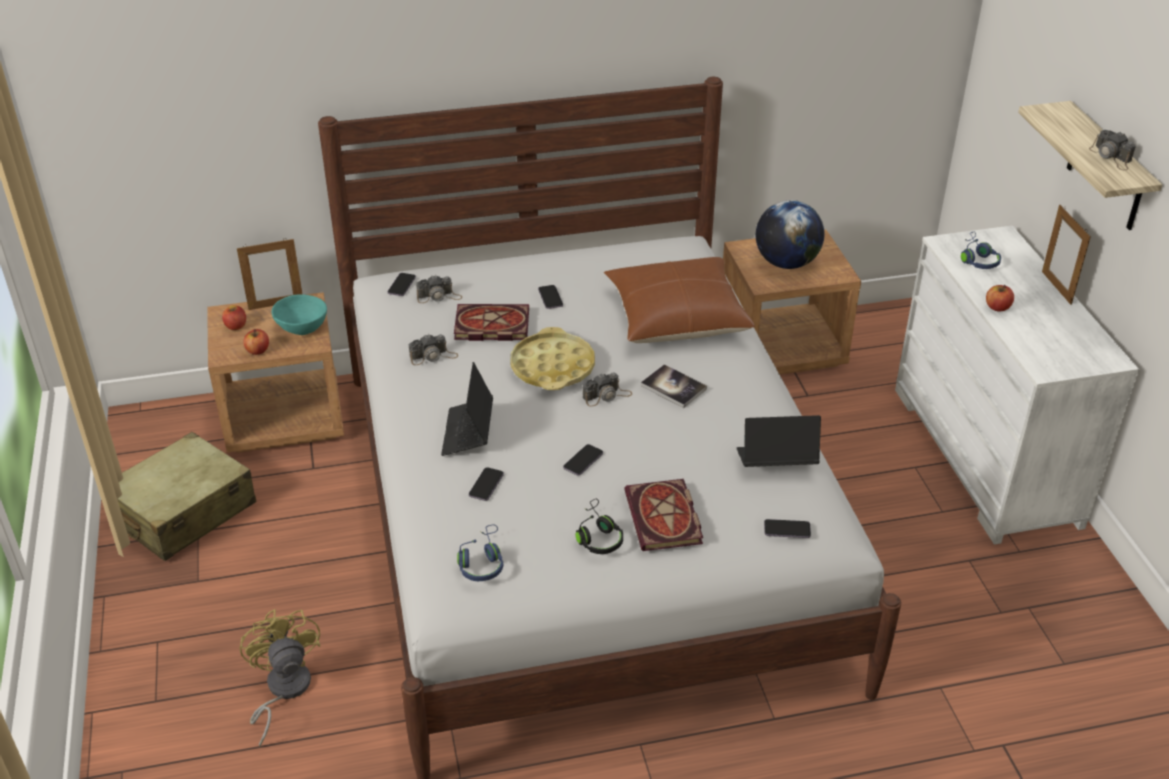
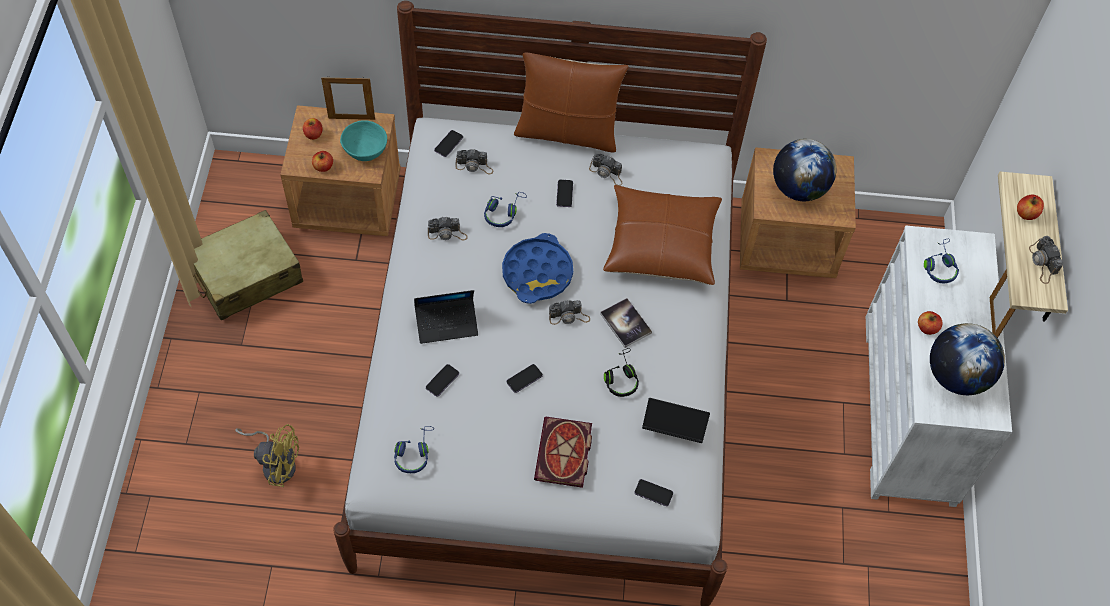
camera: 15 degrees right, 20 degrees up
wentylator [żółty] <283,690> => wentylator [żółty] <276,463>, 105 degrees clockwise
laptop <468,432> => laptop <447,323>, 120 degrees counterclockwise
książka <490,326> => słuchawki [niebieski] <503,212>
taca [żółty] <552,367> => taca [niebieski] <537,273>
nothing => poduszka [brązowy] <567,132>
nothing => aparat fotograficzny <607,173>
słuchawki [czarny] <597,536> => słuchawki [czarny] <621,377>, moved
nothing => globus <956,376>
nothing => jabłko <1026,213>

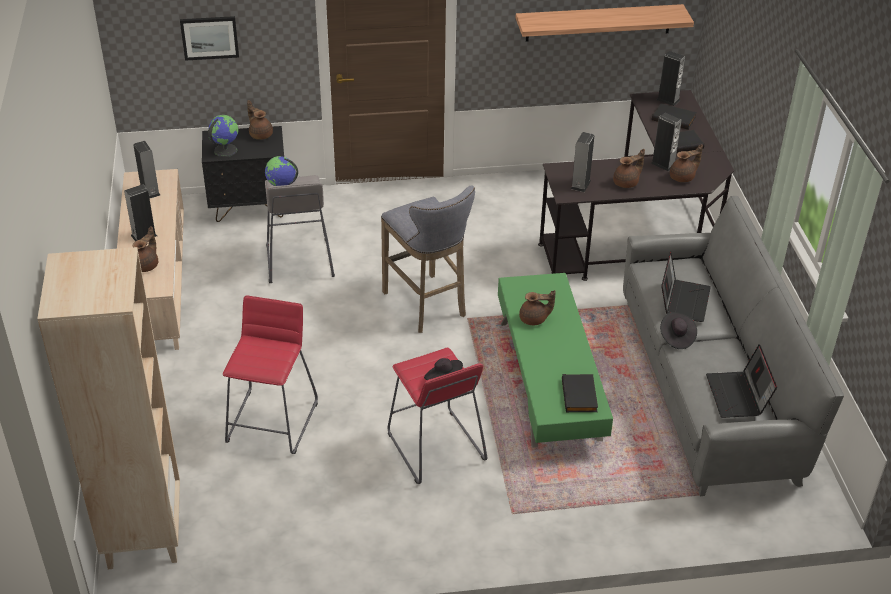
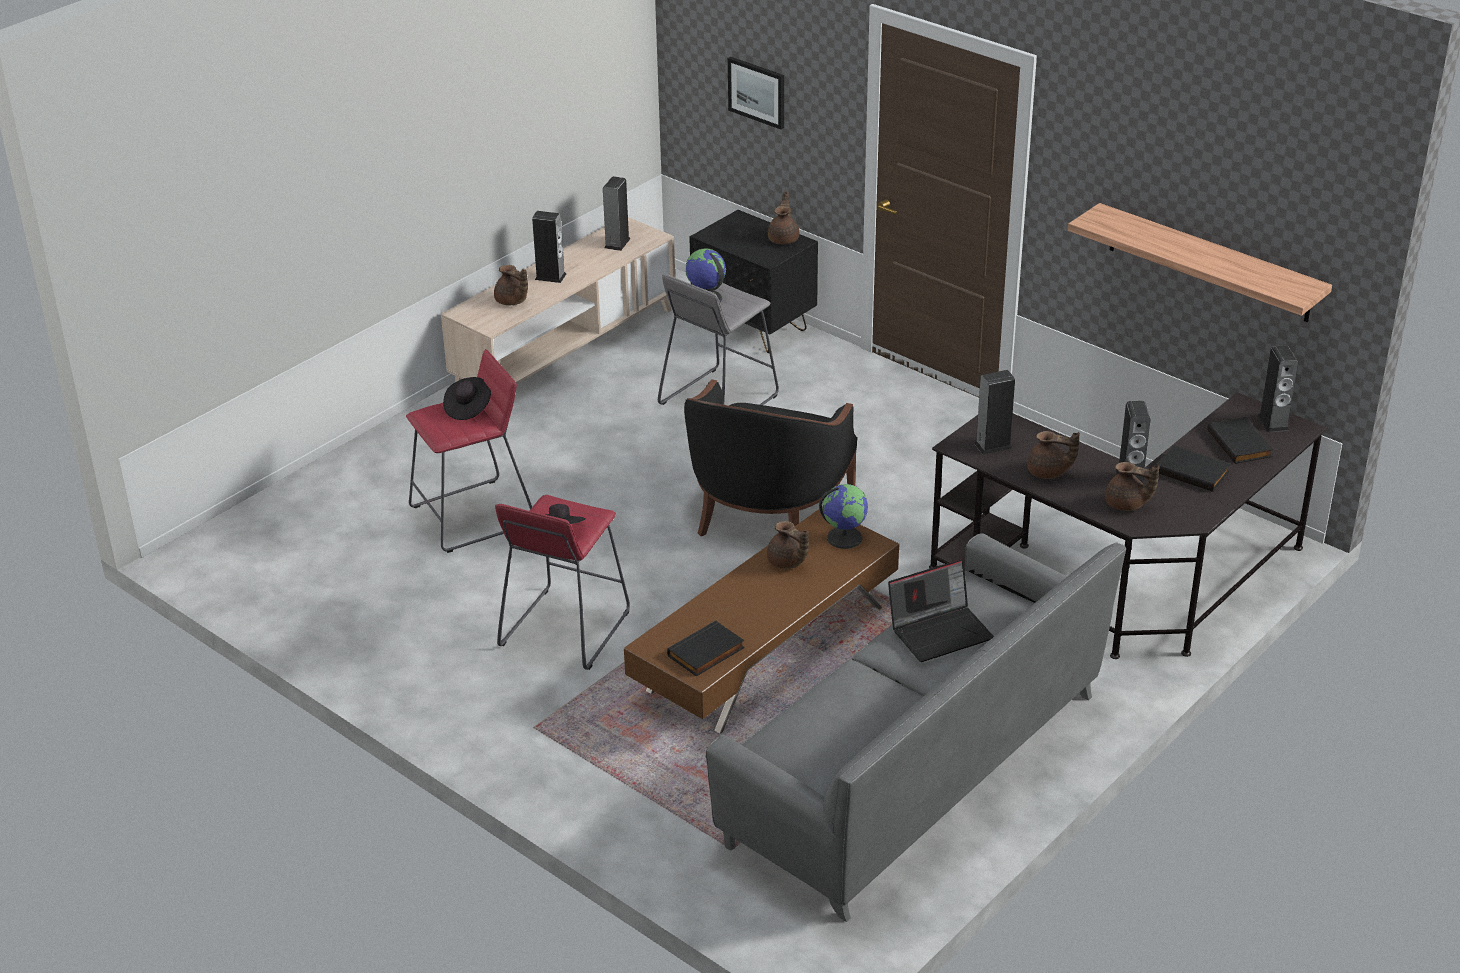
camera: 50 degrees right, 5 degrees down
kapelusz [czarny] <676,337> => kapelusz [czarny] <468,408>, moved
imbryk [brązowy] <146,265> => imbryk [brązowy] <512,301>, 60 degrees clockwise
ława [zielony] <550,380> => ława [brązowy] <766,650>
stołek [szary] <427,306> => fotel [czarny] <766,511>
globus <225,150> => globus <844,537>, moved
regał [beżowy] <143,533> => nothing
laptop <738,396> => nothing

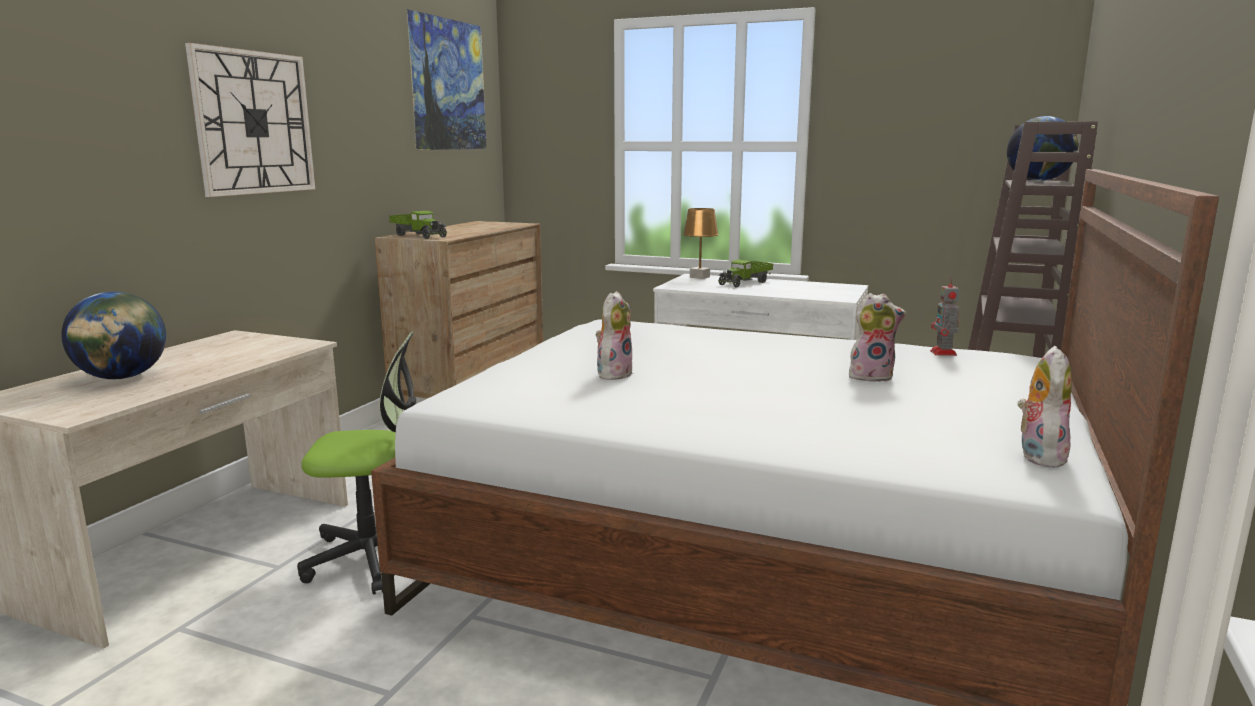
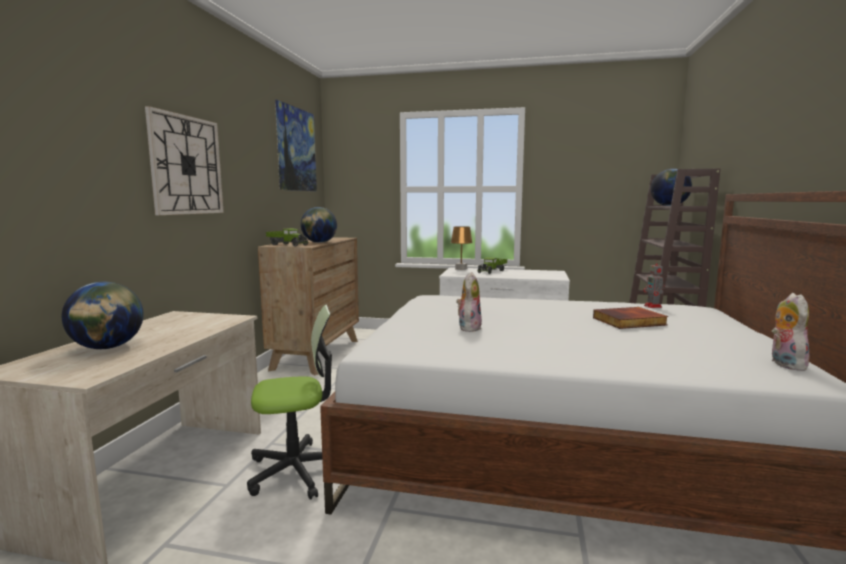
camera: 10 degrees left, 5 degrees down
nothing => globus <319,242>
pluszak <871,376> => książka <629,321>

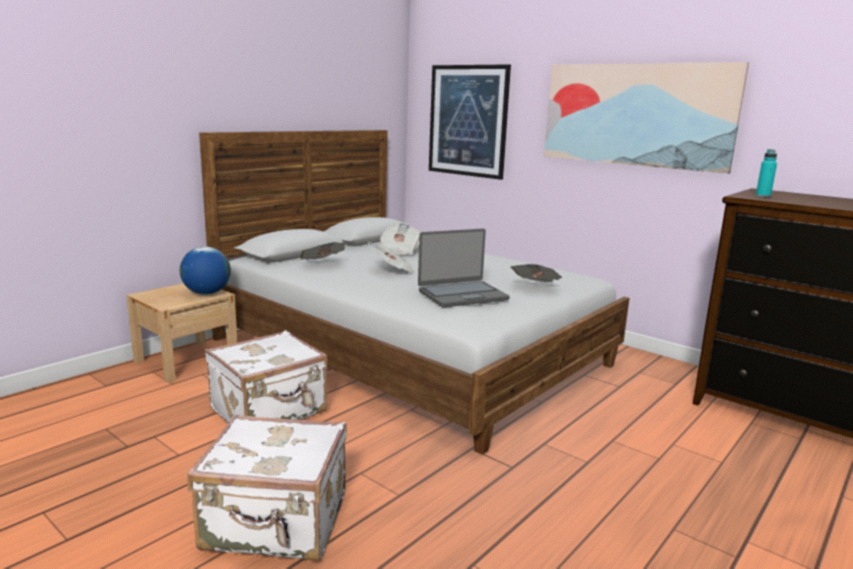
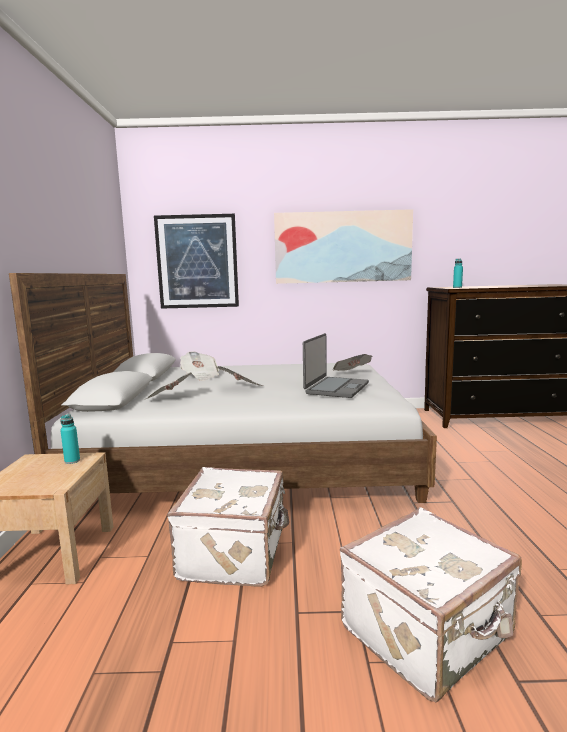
camera: 40 degrees left, 5 degrees down
globus <206,293> => butelka [turkusowy] <72,461>

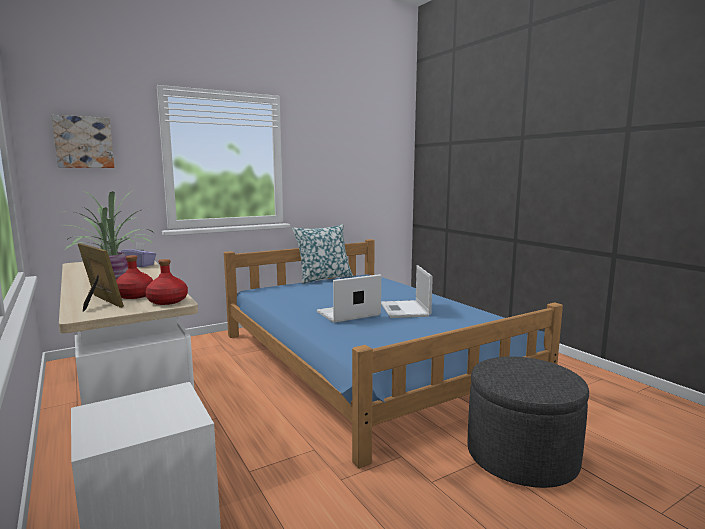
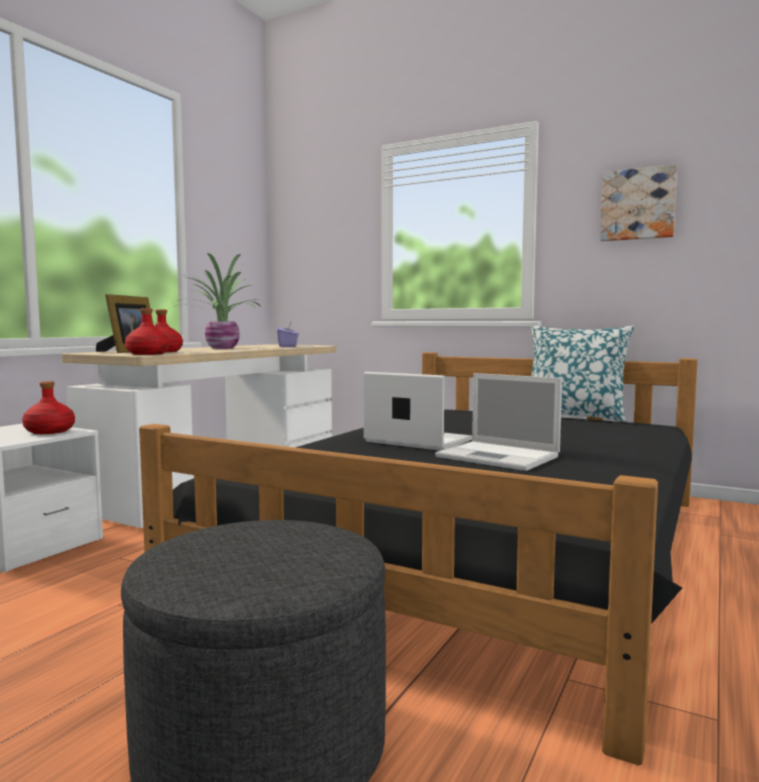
camera: 60 degrees right, 5 degrees down
nothing => butelka [czerwony] <50,431>
łóżko [niebieski] <368,361> => łóżko [czarny] <479,545>
laptop <405,310> => laptop <500,457>, 105 degrees counterclockwise
obraz <84,142> => obraz <638,204>, moved

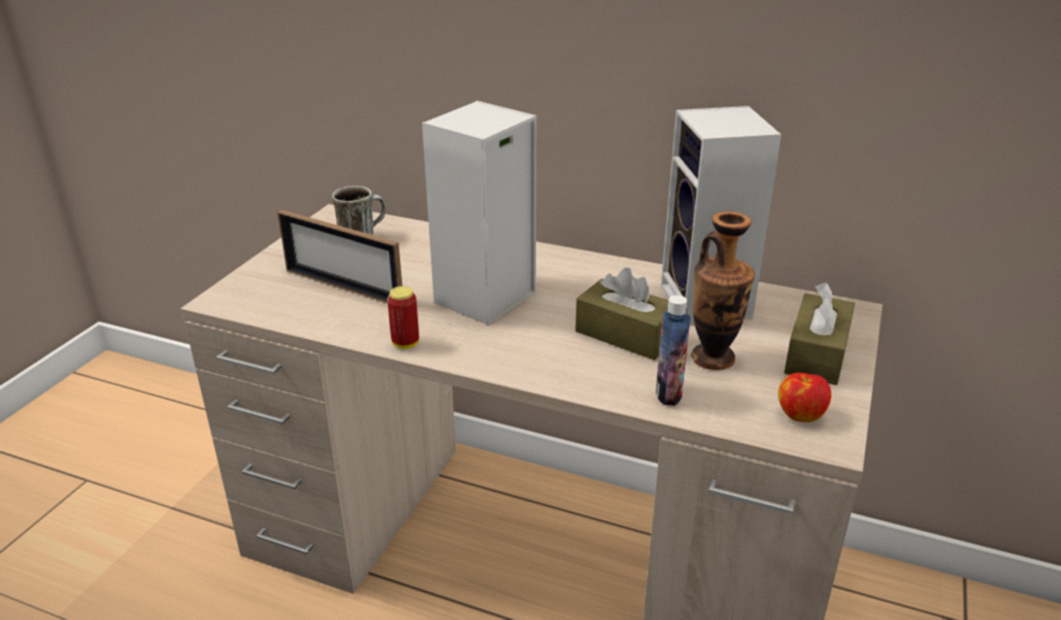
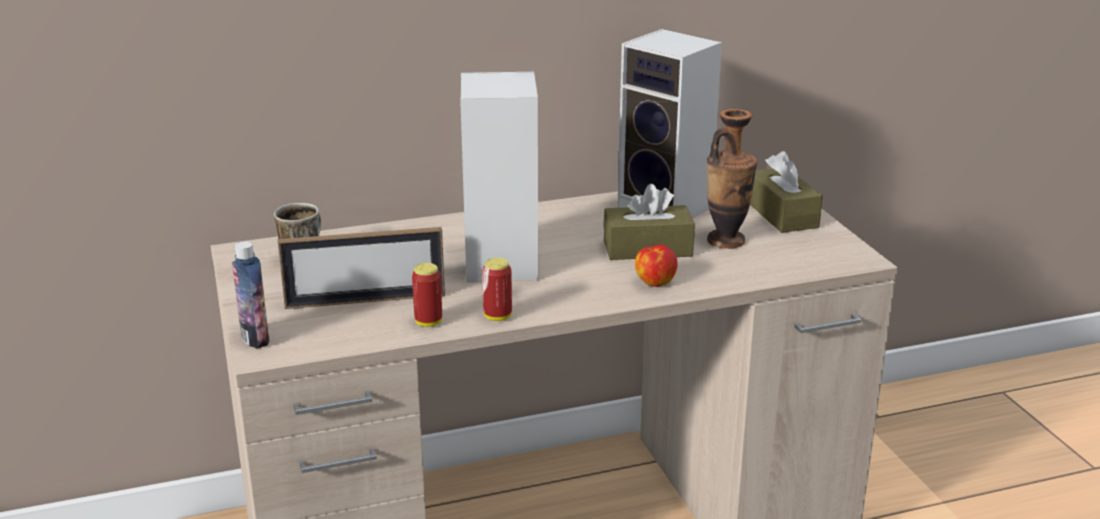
camera: 40 degrees left, 5 degrees down
butelka <668,393> => butelka <255,339>, moved
nothing => puszka <428,322>
jabłko <800,414> => jabłko <654,282>, moved

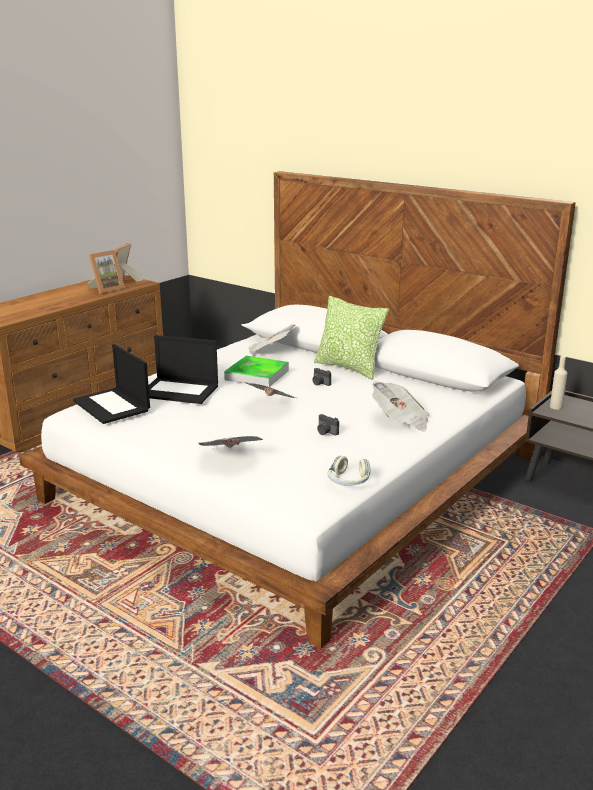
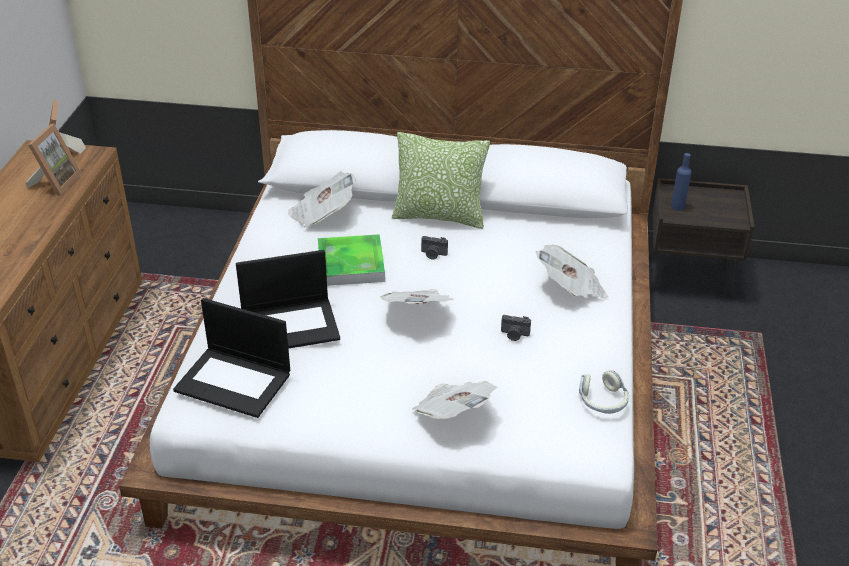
camera: 30 degrees left, 15 degrees up
butelka [beżowy] <556,407> => butelka [niebieski] <677,206>

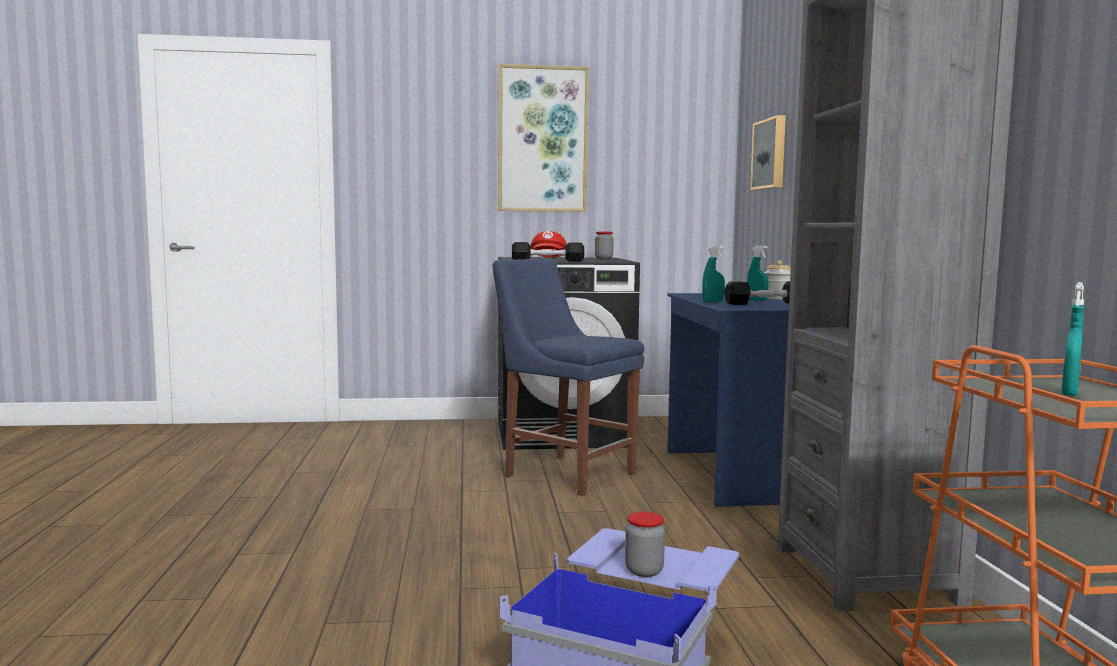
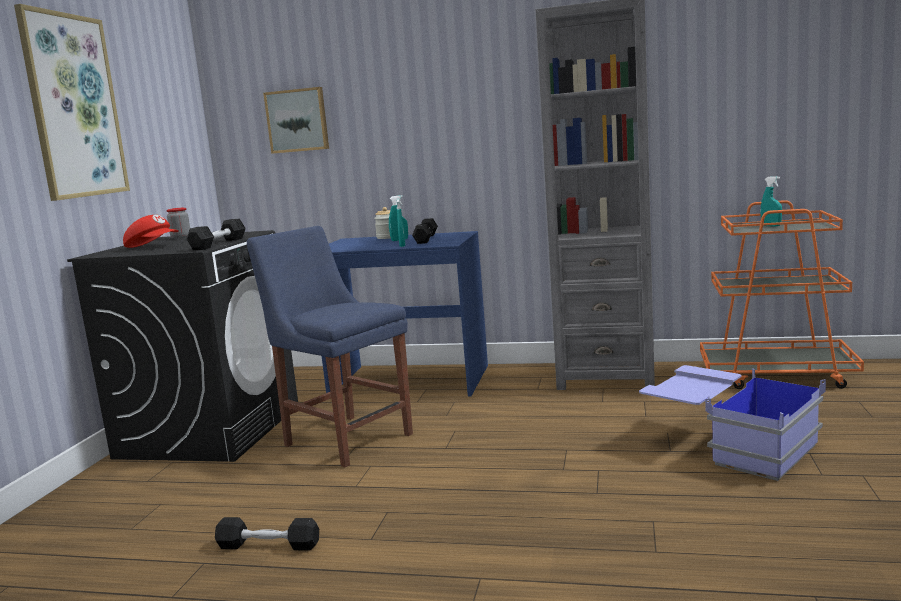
camera: 70 degrees left, 5 degrees up
nothing => hantel [czarny] <268,545>
krzesło [niebieski] <565,473> => krzesło [niebieski] <344,438>, 75 degrees clockwise
słoik <644,571> => nothing

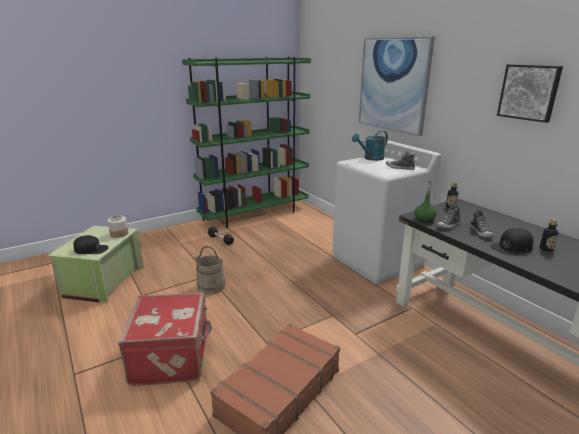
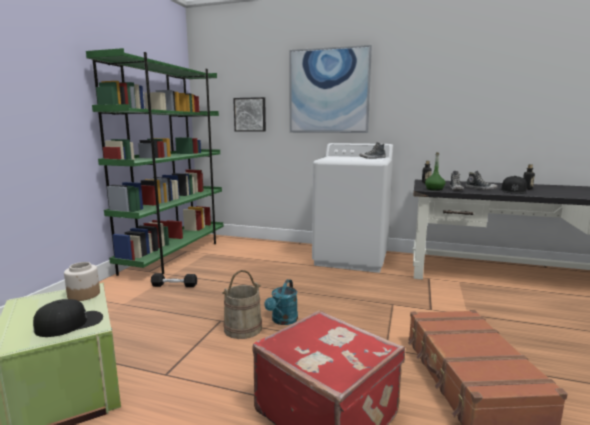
camera: 40 degrees left, 10 degrees down
obraz <529,92> => obraz <250,114>, moved
konewka [turkusowy] <371,158> => konewka [turkusowy] <283,321>, moved

